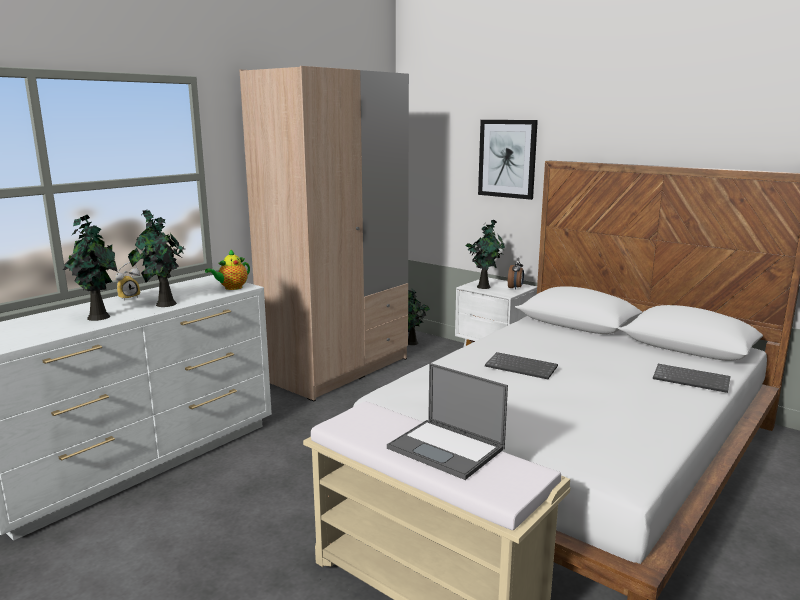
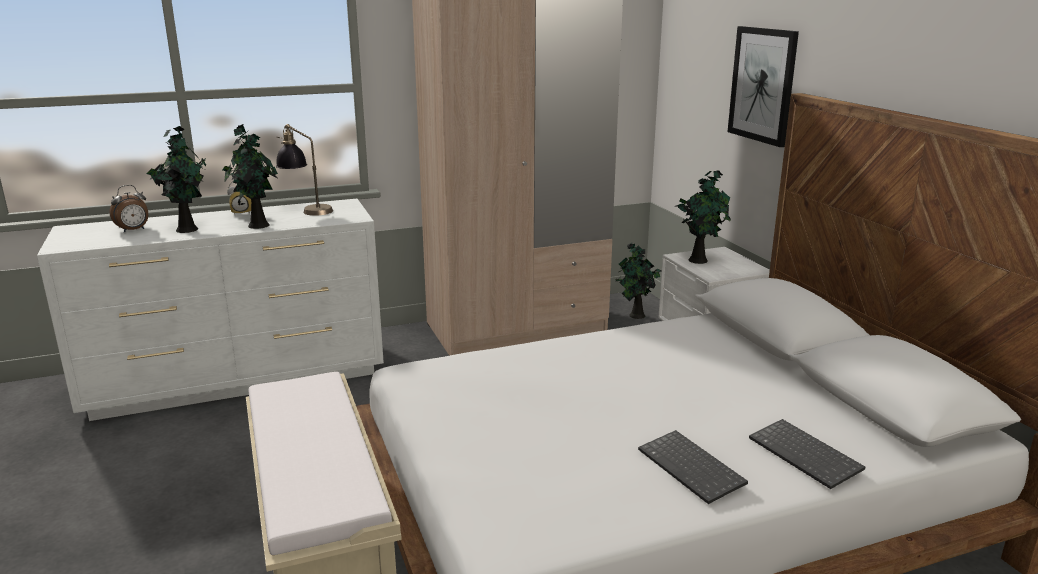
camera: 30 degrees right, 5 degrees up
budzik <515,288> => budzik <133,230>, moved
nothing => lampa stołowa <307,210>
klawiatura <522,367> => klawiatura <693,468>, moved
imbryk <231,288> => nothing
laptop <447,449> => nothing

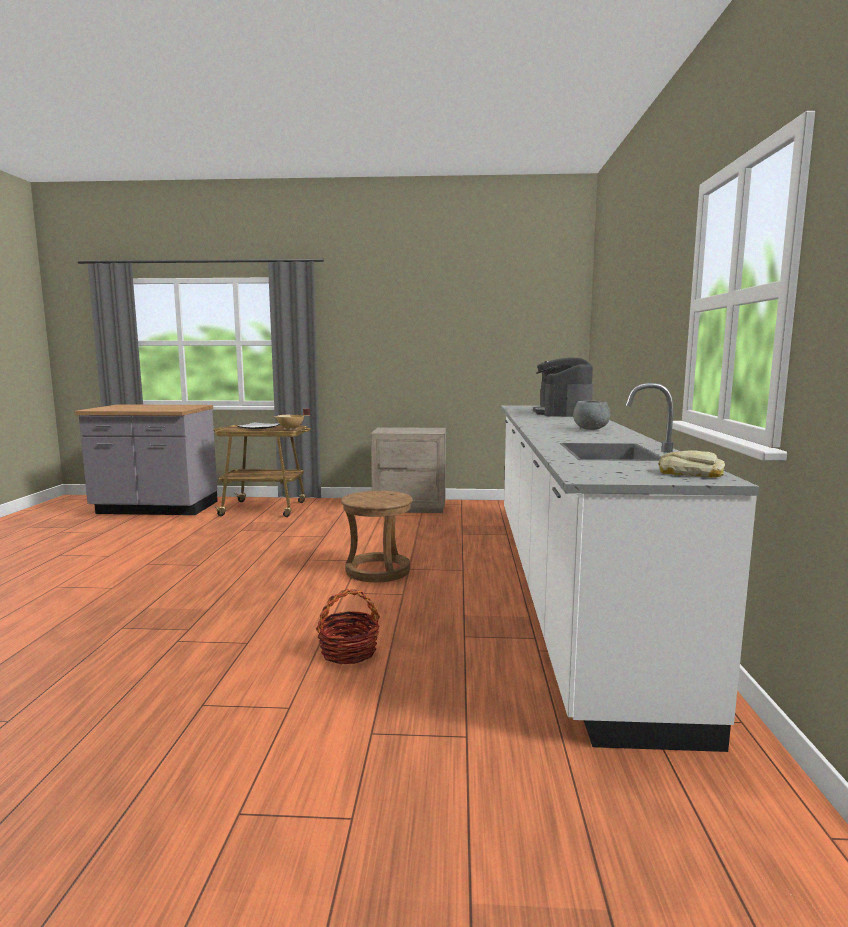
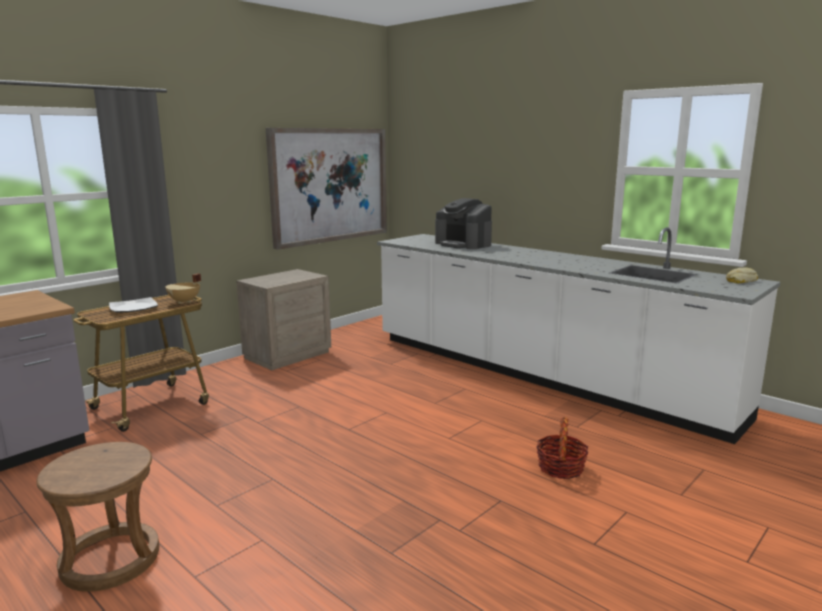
camera: 50 degrees left, 5 degrees up
stołek [brązowy] <378,570> => stołek [brązowy] <111,560>, moved
nothing => obraz <329,185>
miska [szary] <591,429> => nothing

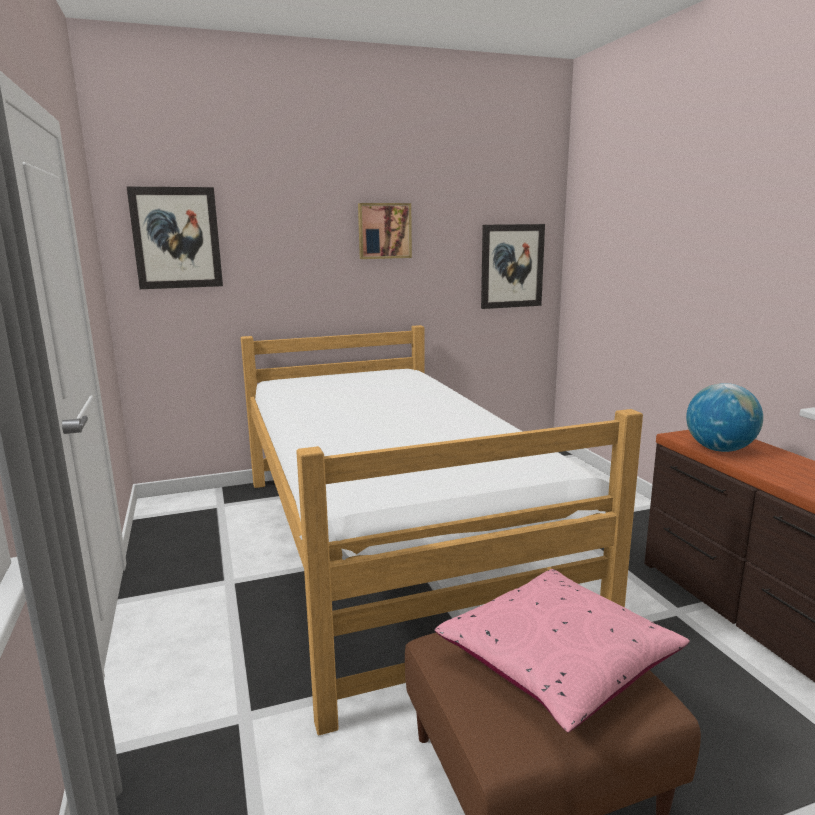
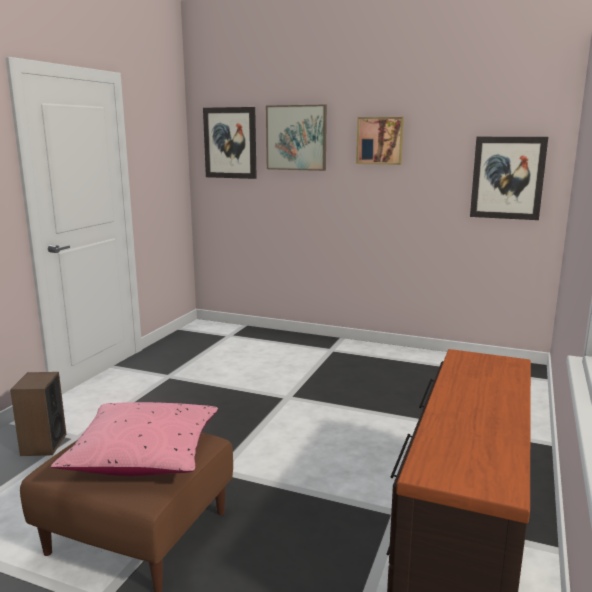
camera: 40 degrees right, 0 degrees up
nothing => głośnik <43,445>
nothing => obraz <296,137>
łóżko <390,548> => nothing
globus <719,449> => nothing

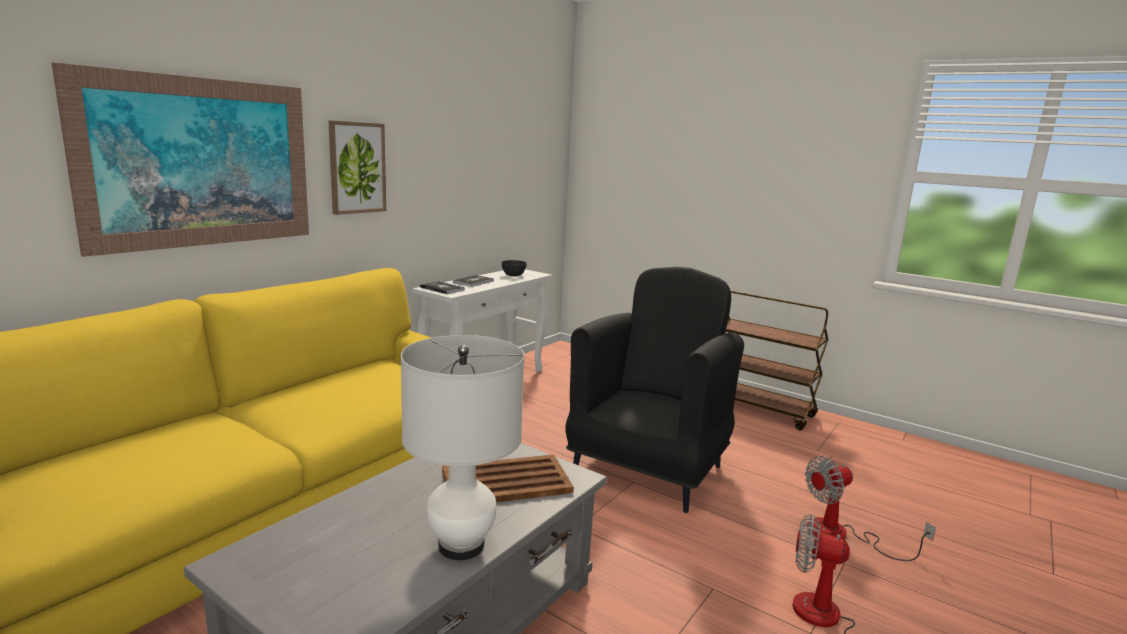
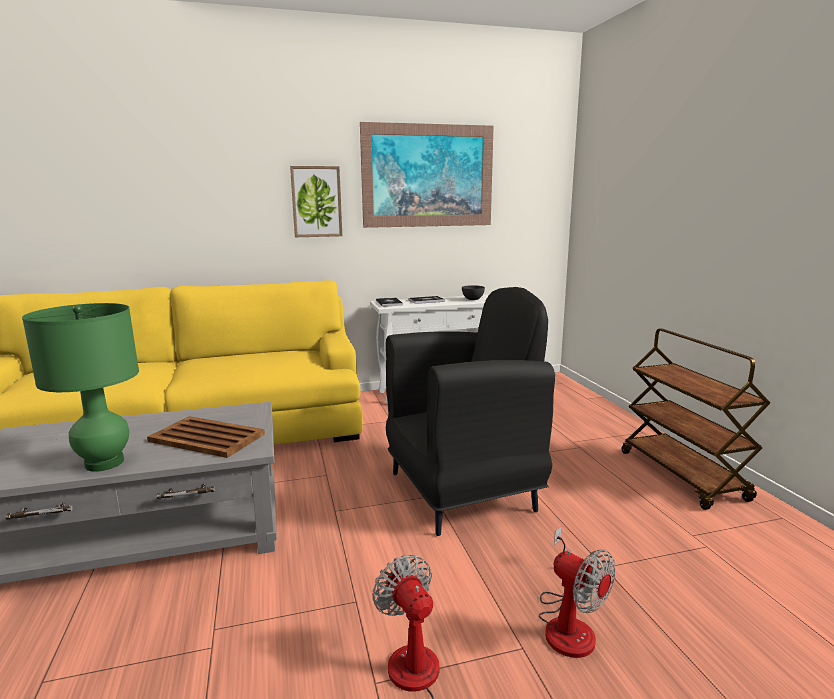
camera: 40 degrees right, 0 degrees up
lampa stołowa [biały] <461,545> => lampa stołowa [zielony] <105,463>
obraz <201,163> => obraz <428,176>, moved
wentylator <841,535> => wentylator <568,623>, 150 degrees counterclockwise

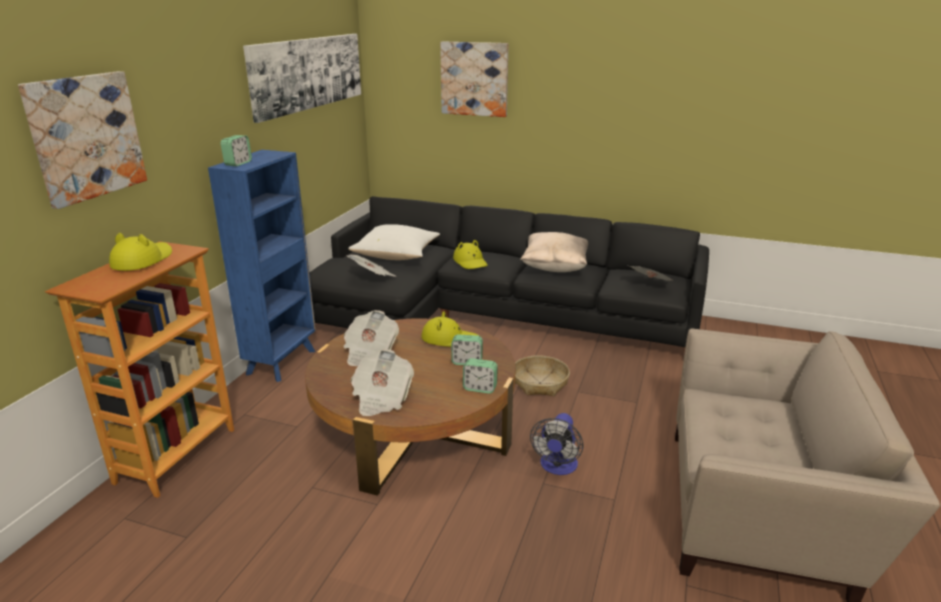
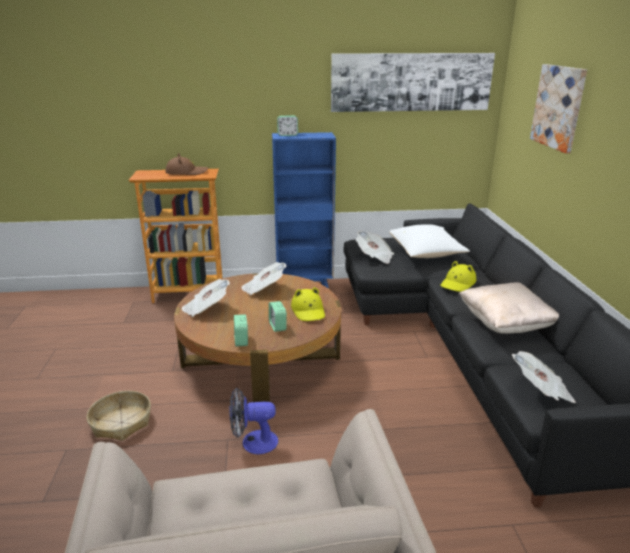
camera: 65 degrees right, 0 degrees up
koszyk <540,383> => koszyk <121,422>, moved
kapelusz [żółty] <142,260> => kapelusz [brązowy] <186,172>
obraz <85,137> => nothing

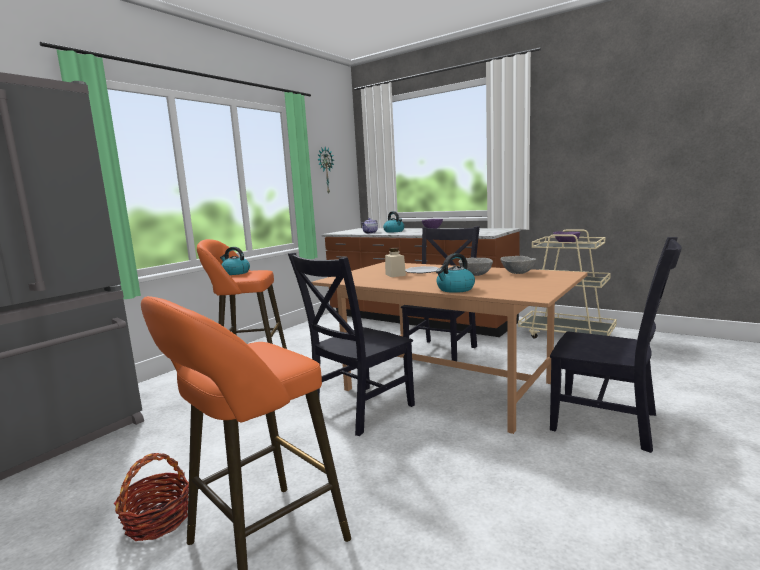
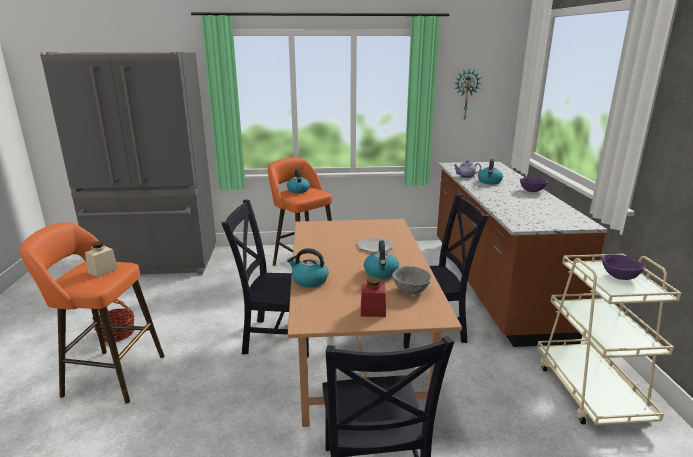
camera: 50 degrees right, 10 degrees up
słoik [beżowy] <395,275> => słoik [beżowy] <103,270>, moved
nothing => słoik [czerwony] <373,311>
miska [szary] <475,275> => czajnik <381,273>

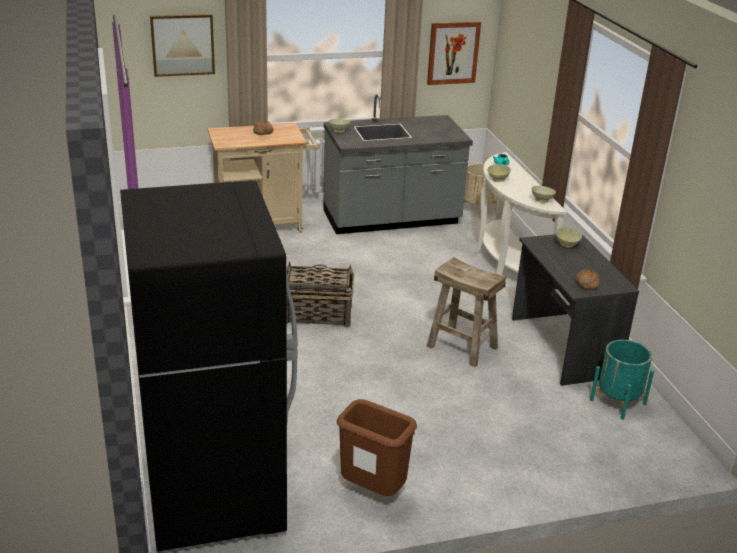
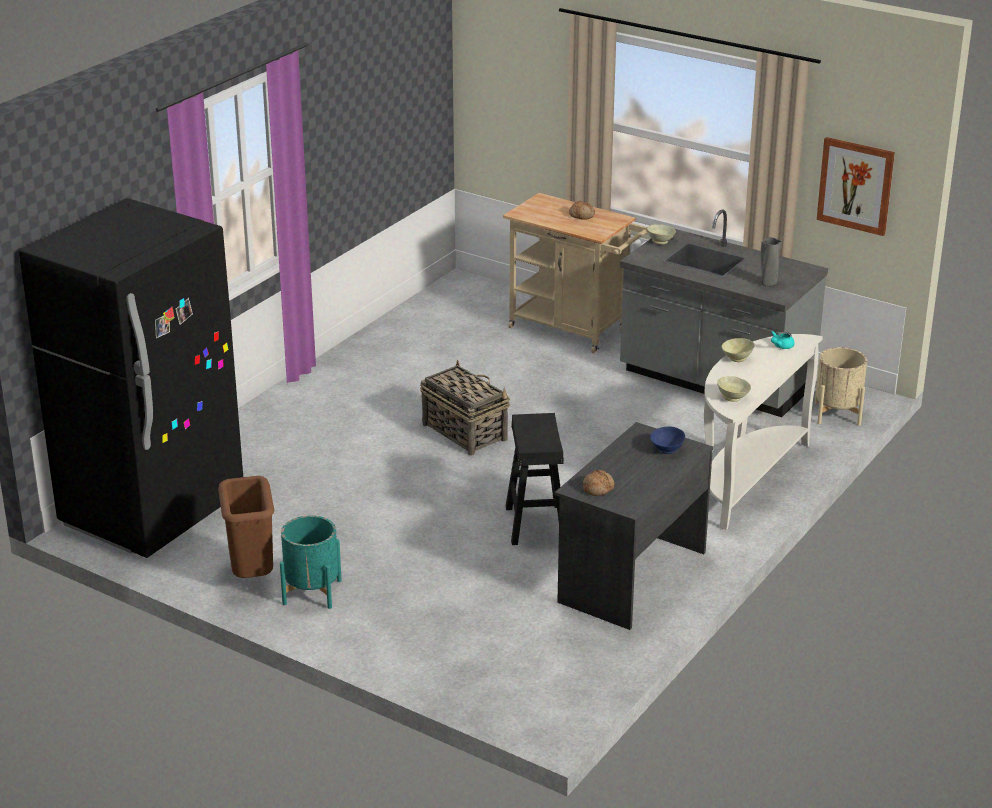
camera: 50 degrees right, 0 degrees up
donica [turkusowy] <618,402> => donica [turkusowy] <312,592>, moved
stołek [beżowy] <461,347> => stołek [czarny] <535,523>
miska [beżowy] <566,245> => miska [niebieski] <666,450>
nothing => wazon [szary] <768,283>
obraz <182,44> => nothing

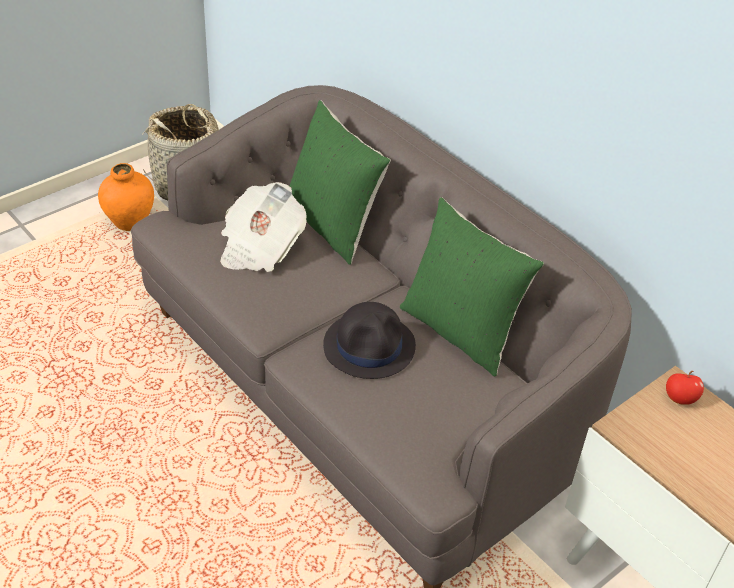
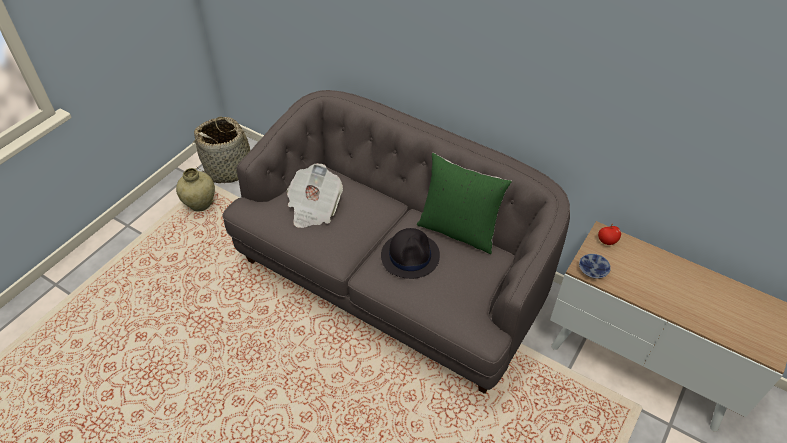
camera: 15 degrees left, 5 degrees up
wazon [pomarańczowy] <129,222> => wazon [beżowy] <200,205>
nothing => miska <593,269>
poduszka [zielony] <332,226> => nothing

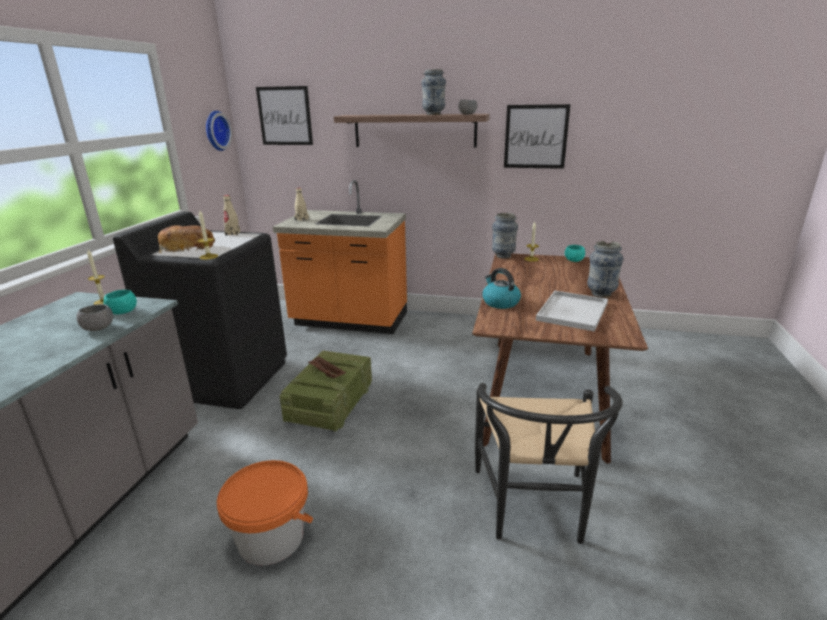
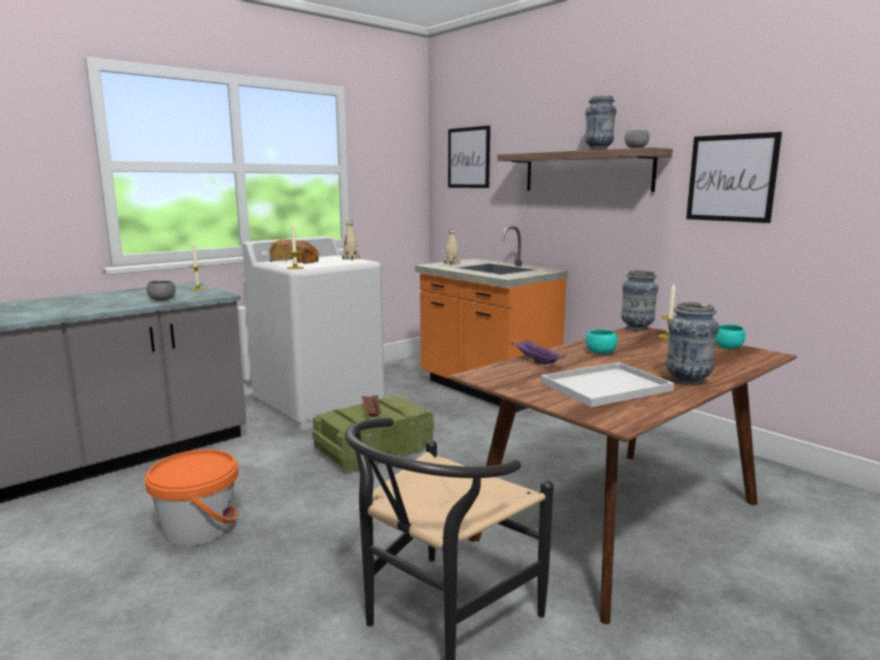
camera: 35 degrees right, 10 degrees down
pralka [czarny] <225,378> => pralka [biały] <320,404>
czajnik <500,302> => taca [fioletowy] <535,361>
miska [turkusowy] <123,312> => miska [turkusowy] <600,353>, moved
zegar ścienny <215,131> => nothing

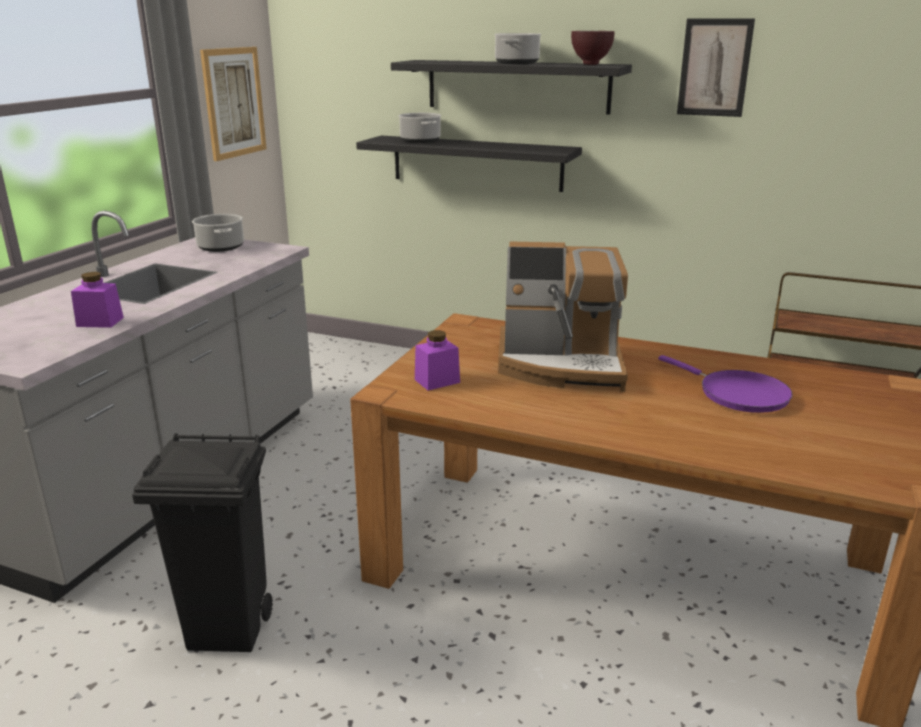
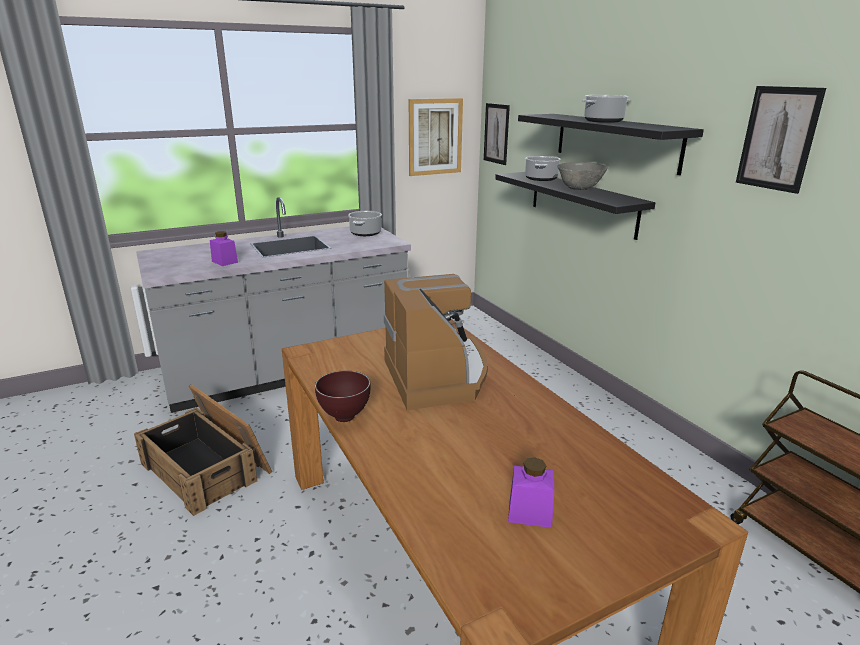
camera: 40 degrees right, 0 degrees up
kosz na śmieci [czarny] <230,630> => skrzynka <207,467>
miska [brązowy] <591,64> => miska [brązowy] <345,418>, moved
ekspres do kawy <561,365> => ekspres do kawy <438,376>, 150 degrees counterclockwise
nothing => obraz <496,133>
słoik [fioletowy] <437,381> => słoik [fioletowy] <530,513>, moved
nothing => miska [szary] <579,189>
patelnia [fioletowy] <737,394> => nothing

